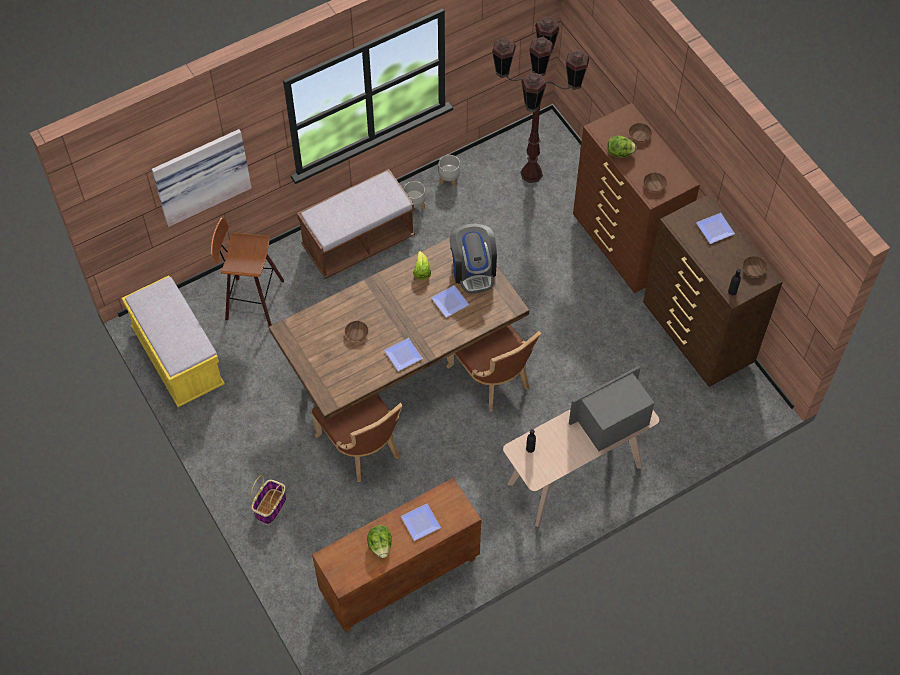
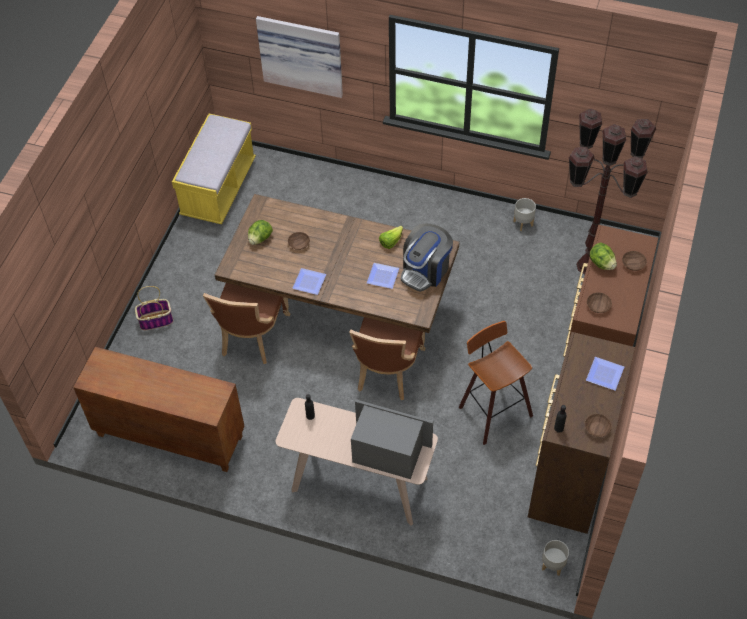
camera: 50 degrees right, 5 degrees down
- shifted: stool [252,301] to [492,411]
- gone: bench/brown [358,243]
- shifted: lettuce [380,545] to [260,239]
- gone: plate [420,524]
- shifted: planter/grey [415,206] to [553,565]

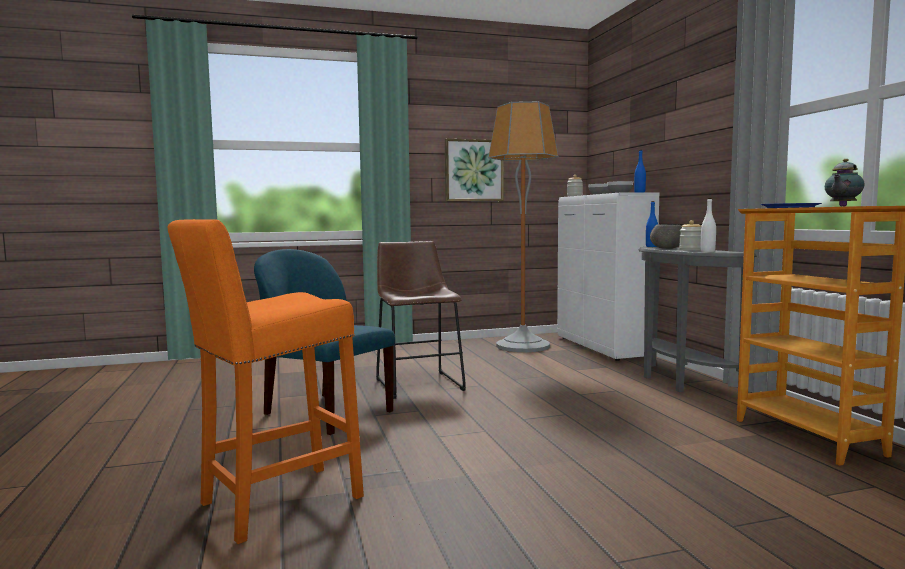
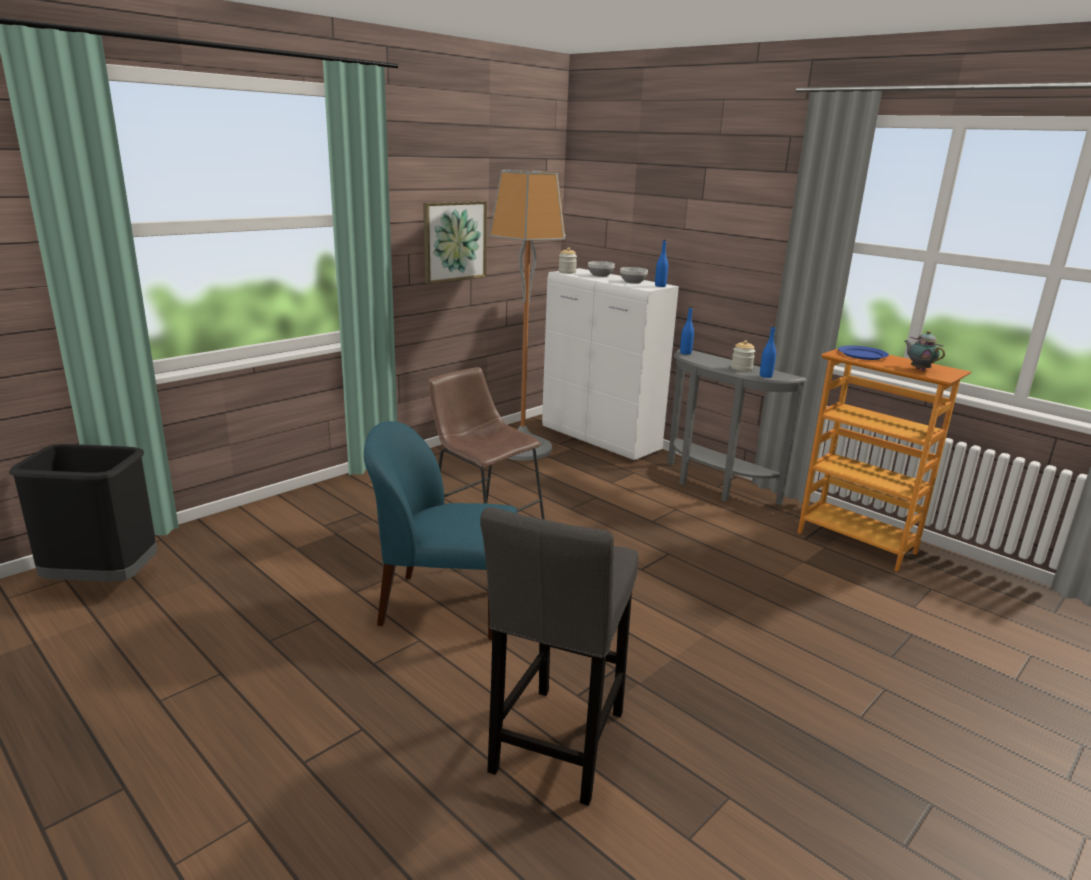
camera: 30 degrees left, 15 degrees up
- repainted: stool/orange [274,503] to stool/grey [556,748]
- gone: bowl/grey [667,248]
- repainted: bottle/white [707,251] to bottle/blue [765,376]
- rotated: teapot [841,206] = [919,369] 135 degrees clockwise
- new: trash can/black [102,581]

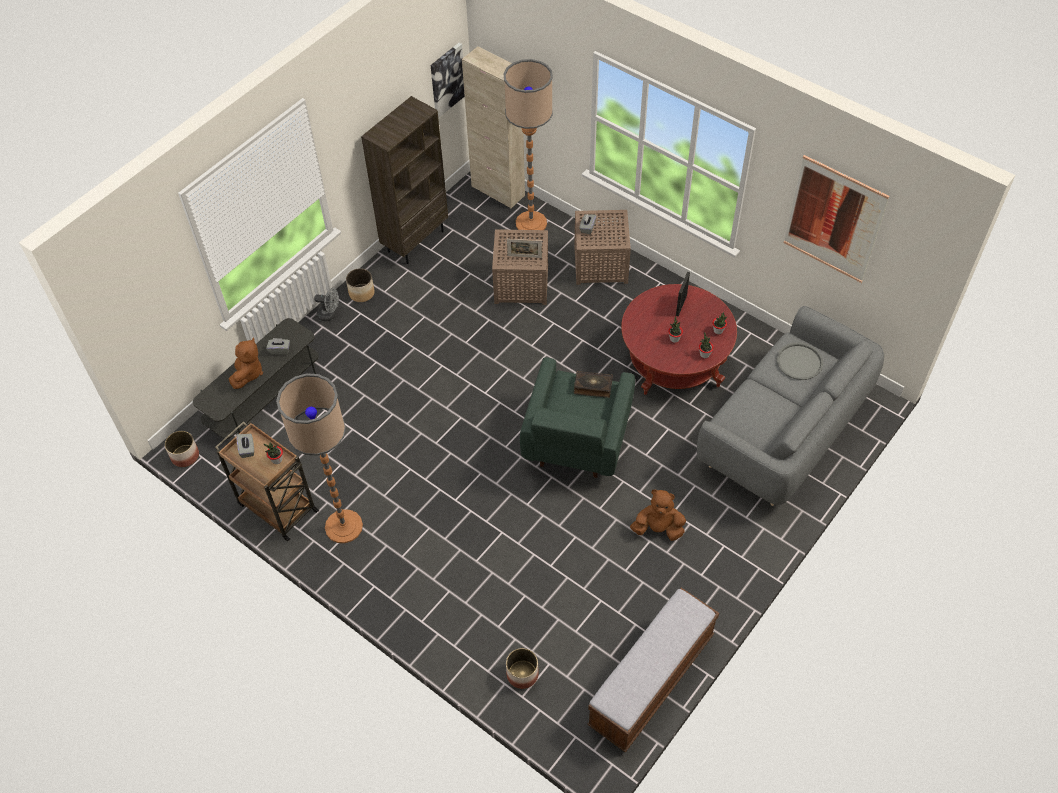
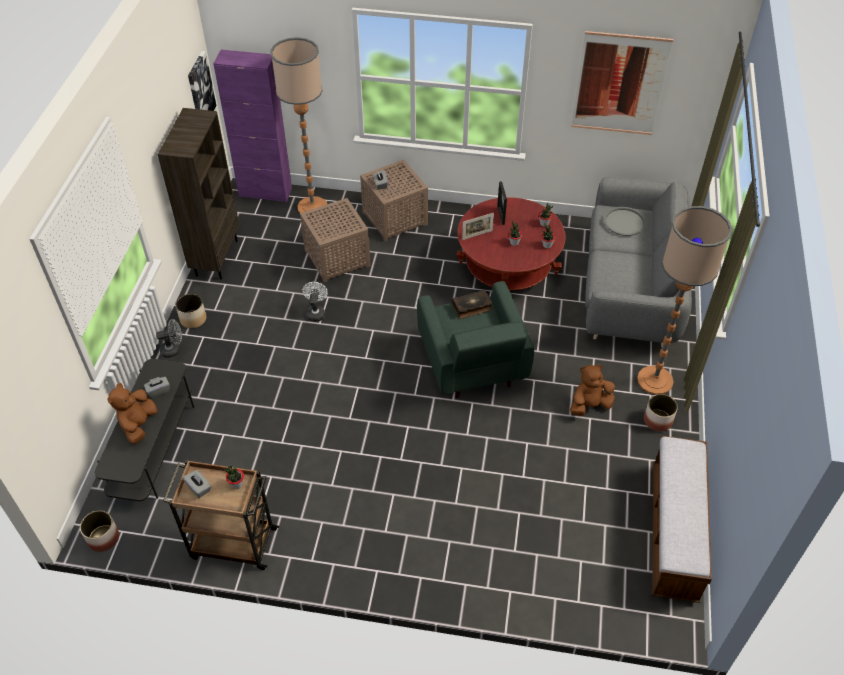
camera: 30 degrees left, 5 degrees down
- rotated: plush toy/brown [247,373] = [138,425] 150 degrees counterclockwise
- shifted: floor lamp [344,527] to [655,380]
- repainted: cabinet/beige [498,191] to cabinet/purple [265,192]
- shifted: planter [522,674] to [657,420]
- shifted: picture frame [524,256] to [477,235]
- new: fan/white [316,312]

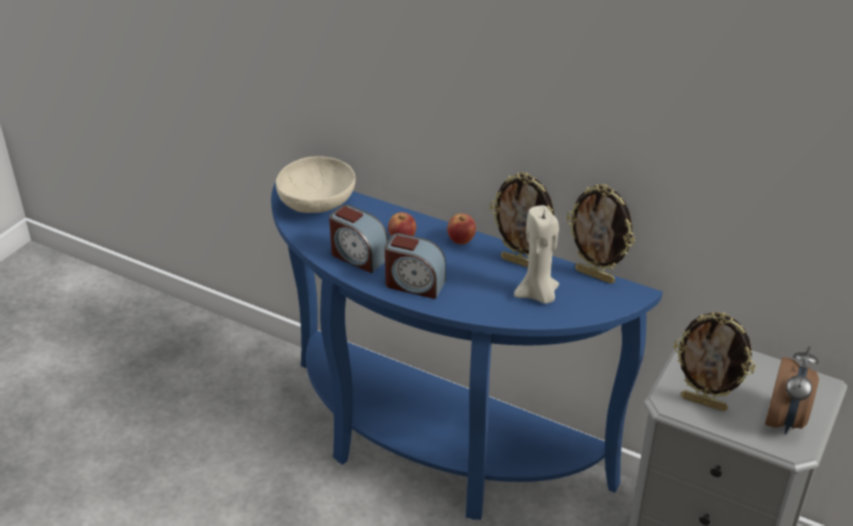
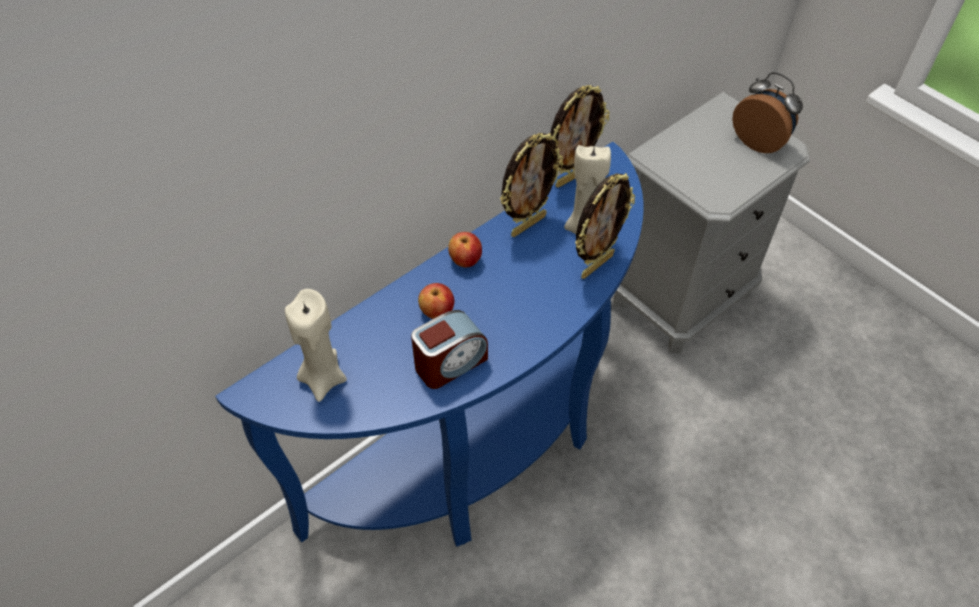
camera: 70 degrees left, 15 degrees up
- swapped: bowl/beige [318,205] to candle/beige [323,378]
- gone: alarm clock [414,284]
- shifted: picture frame [704,402] to [596,265]

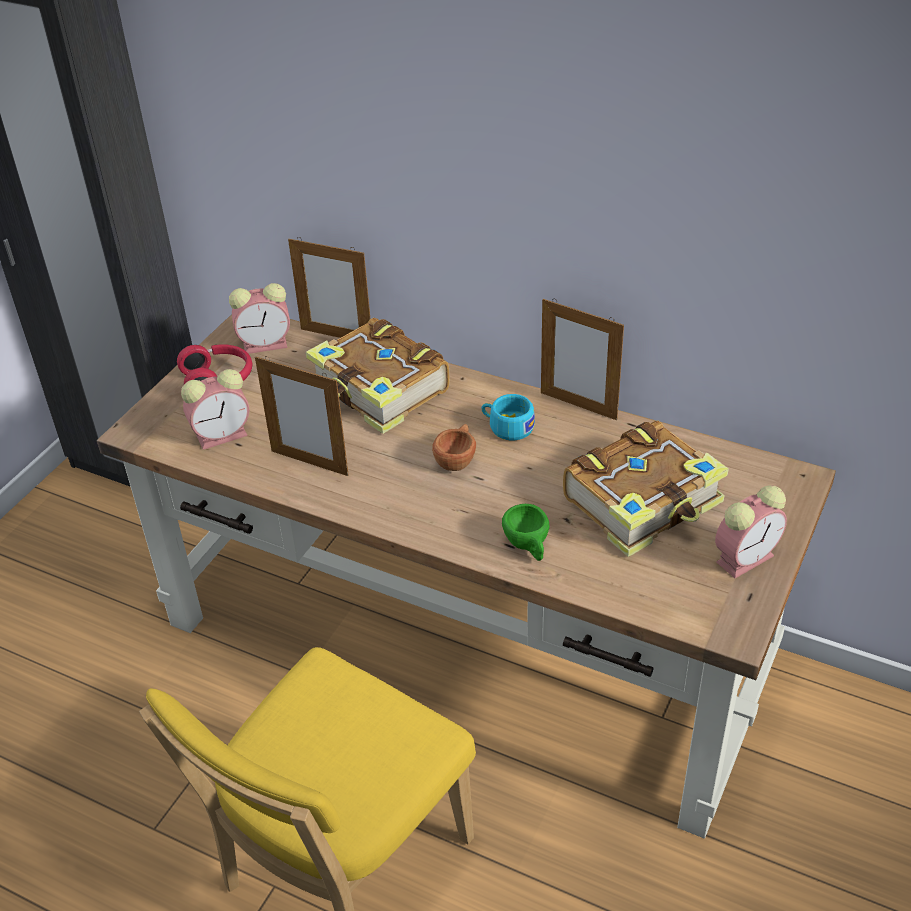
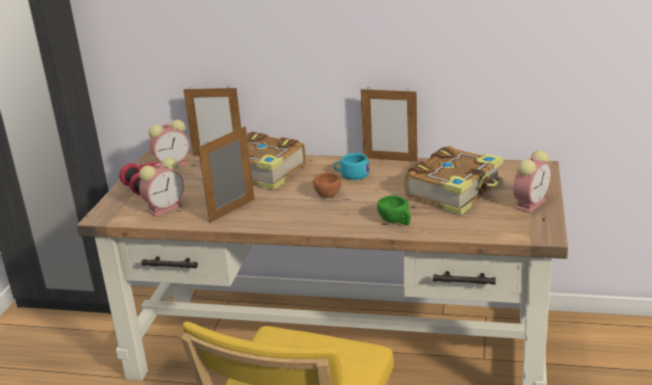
camera: 15 degrees left, 15 degrees down
- rotated: picture frame [309,463] = [232,210] 120 degrees clockwise

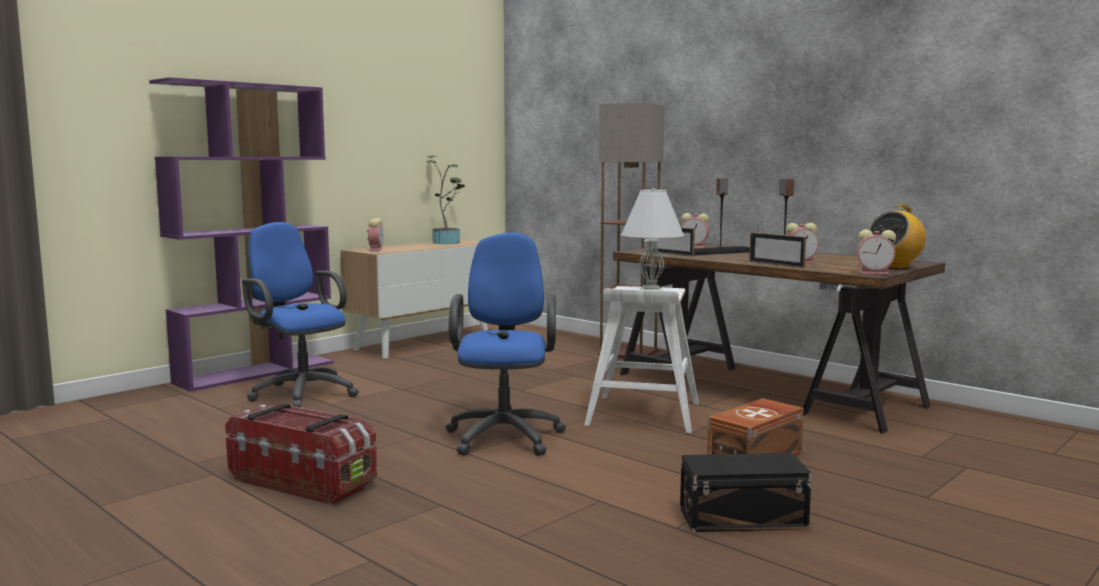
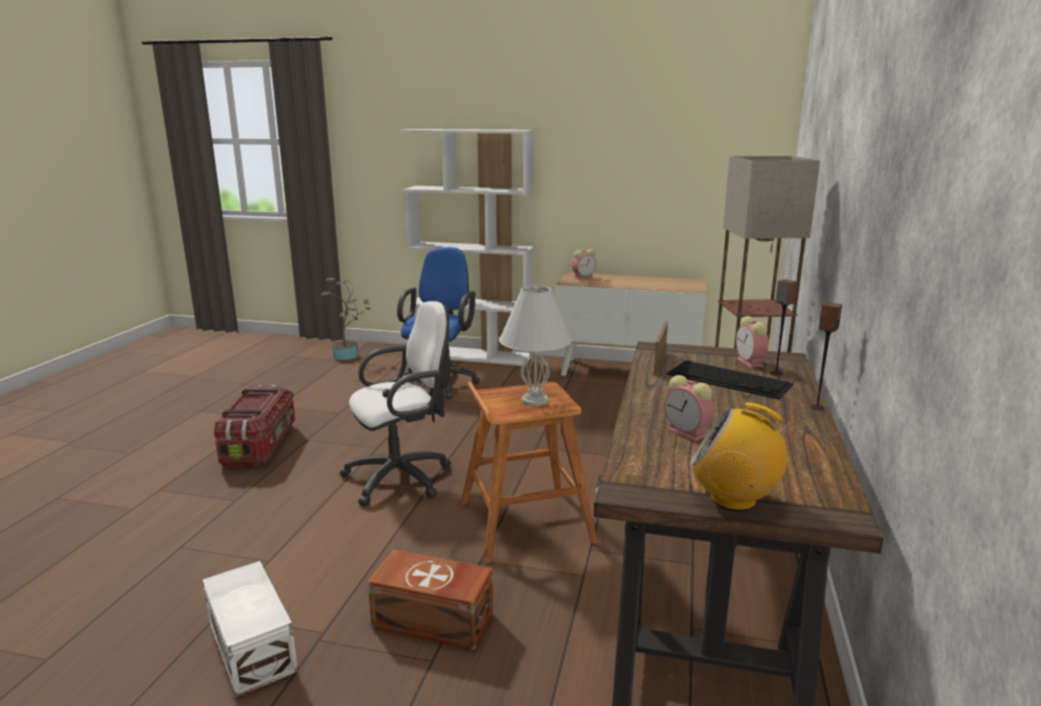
camera: 60 degrees right, 10 degrees up
- repainted: bookcase/purple [256,372] to bookcase/white [473,355]
- shifted: potted plant [448,242] to [349,356]
- repainted: office chair/blue [505,435] to office chair/white [403,477]
- repainted: stool/white [643,414] to stool/brown [523,521]
- repainted: storage box/black [740,517] to storage box/white [253,645]
- gone: picture frame [776,264]
- gone: alarm clock [875,273]

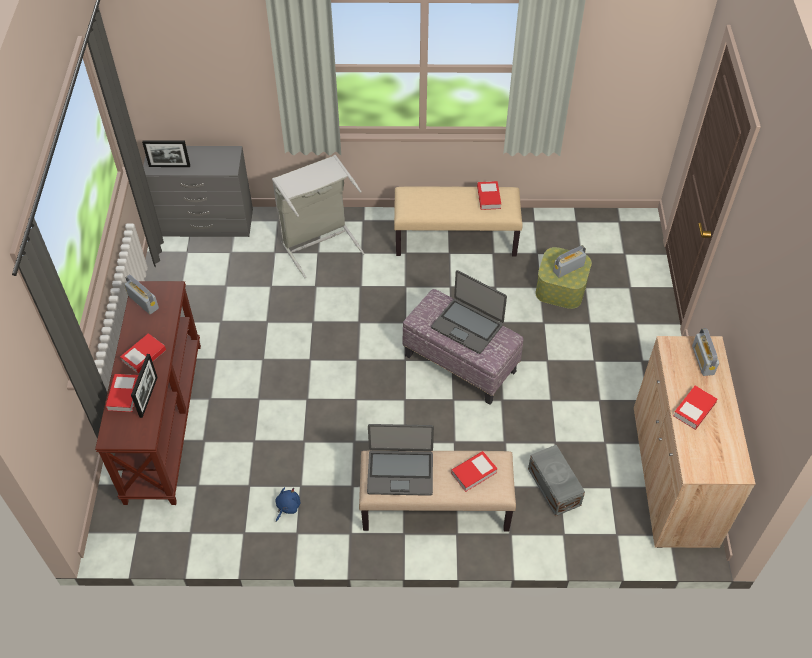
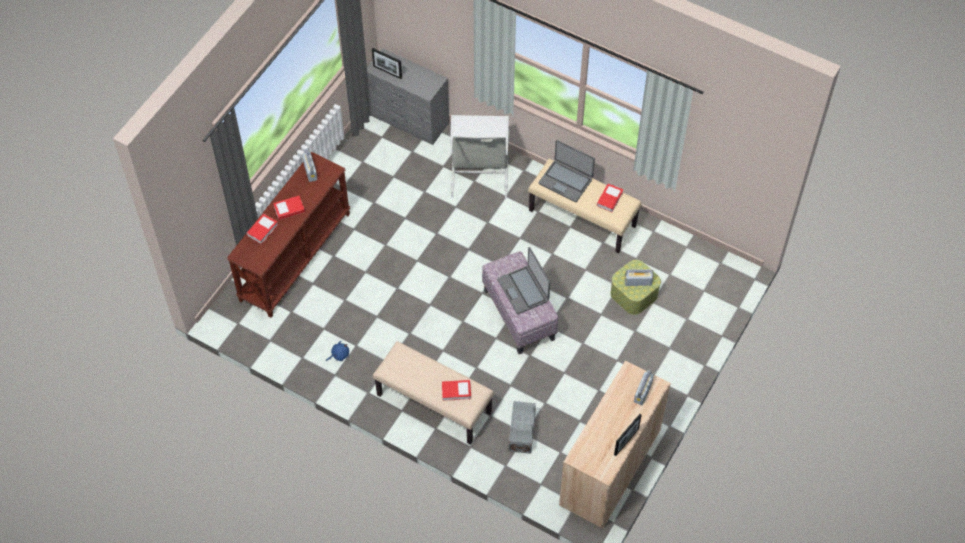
camera: 30 degrees right, 5 degrees up
- shifted: picture frame [148,397] to [626,441]
- shifted: laptop [400,472] to [565,181]
- gone: book [694,409]

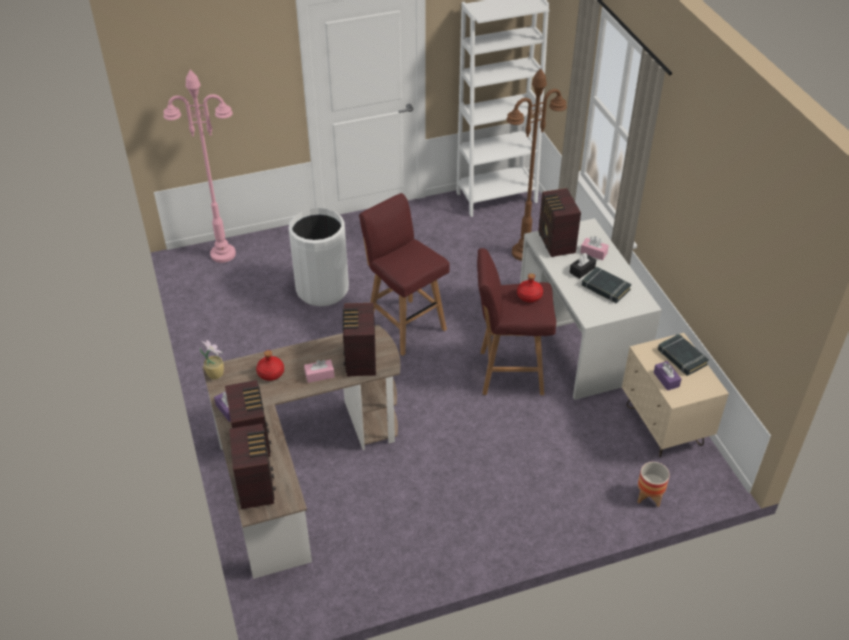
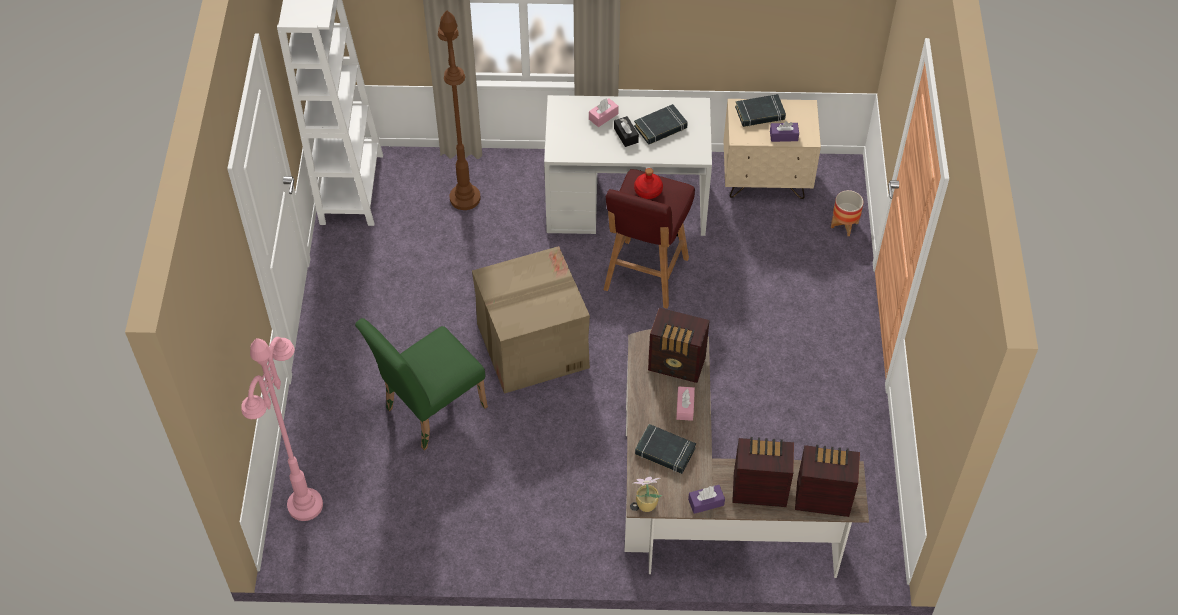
camera: 70 degrees left, 10 degrees up
- swapped: bottle/red [270,373] to book/black [665,451]
- swapped: trash can/white [322,289] to chair/green [429,411]
- swapped: stool/red [405,325] to cardboard box [531,346]
- gone: radio [556,243]

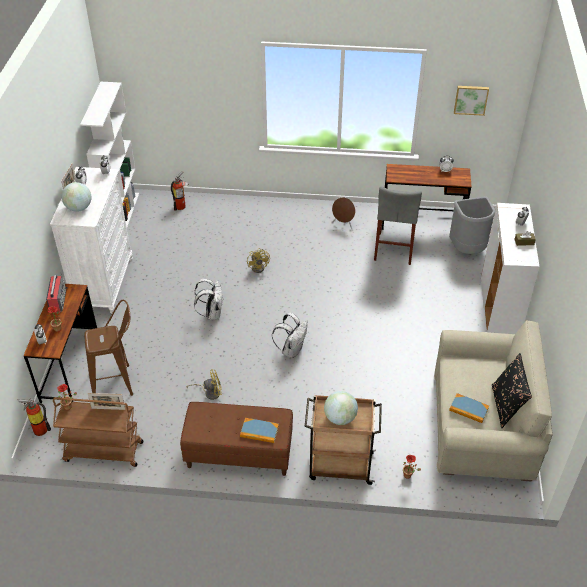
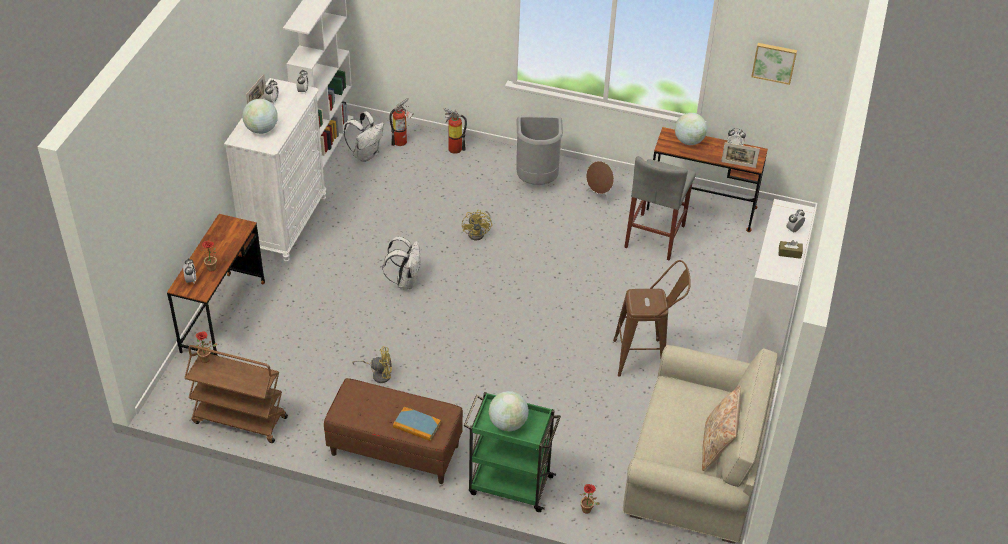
camera: 10 degrees right, 0 degrees up
- shifted: fire extinguisher [39,429] to [453,148]
- gone: radio [58,300]
- shifted: stool/brown [117,382] to [645,358]
- shifted: picture frame [108,409] to [738,164]
- shifted: backpack/white [291,350] to [366,154]
- repainted: cart/brown [339,466] to cart/green [509,485]
- shifted: trash can/grey [467,250] to [536,180]
- gone: book [468,409]
- repainted: pillow/black [506,406] to pillow/beige [717,447]
- new: globe [688,141]

